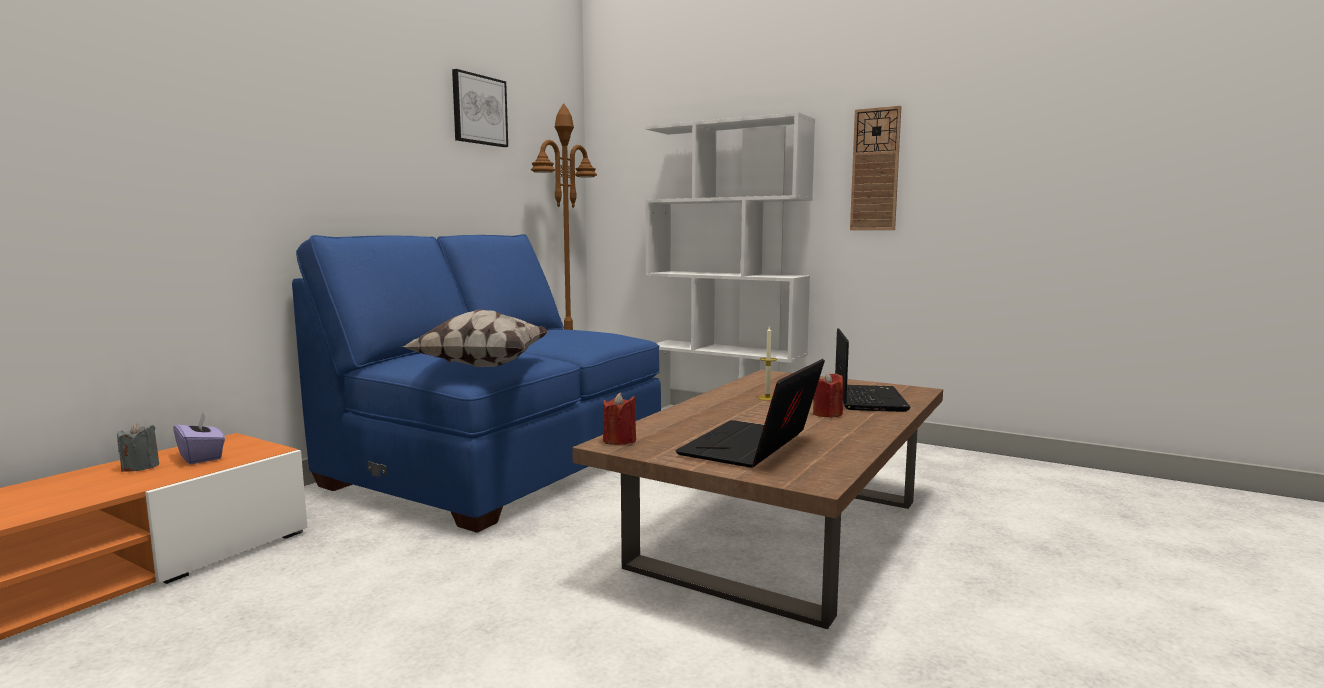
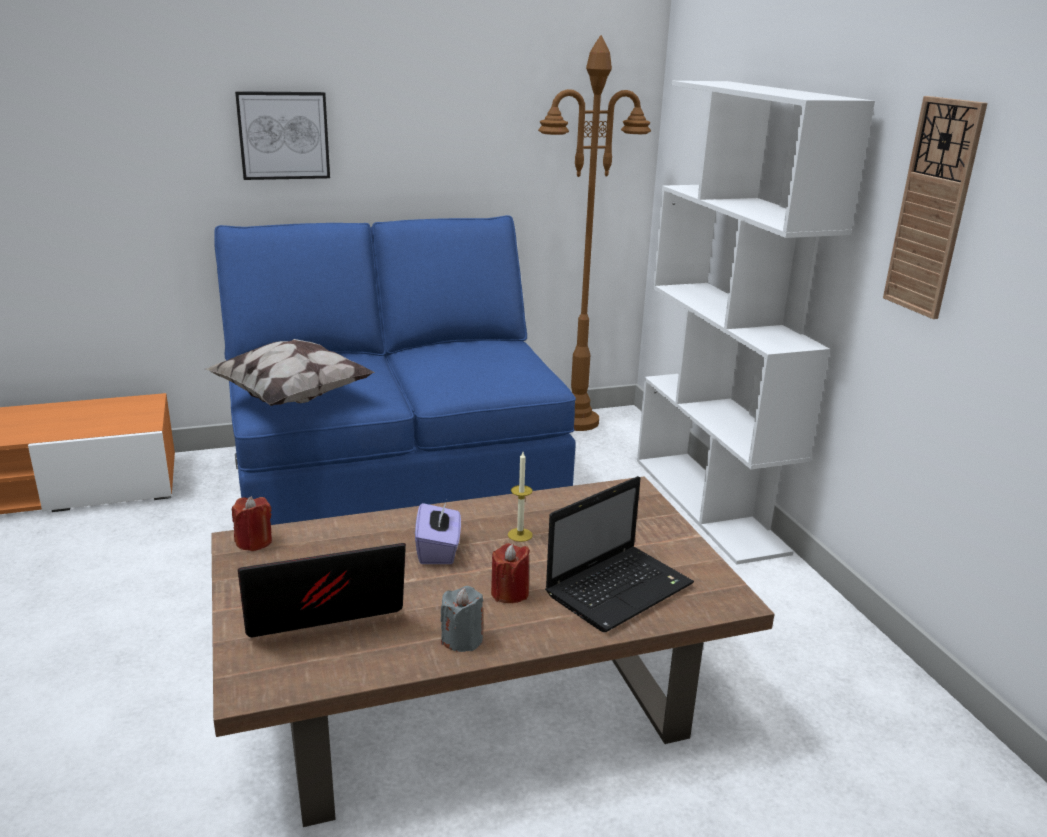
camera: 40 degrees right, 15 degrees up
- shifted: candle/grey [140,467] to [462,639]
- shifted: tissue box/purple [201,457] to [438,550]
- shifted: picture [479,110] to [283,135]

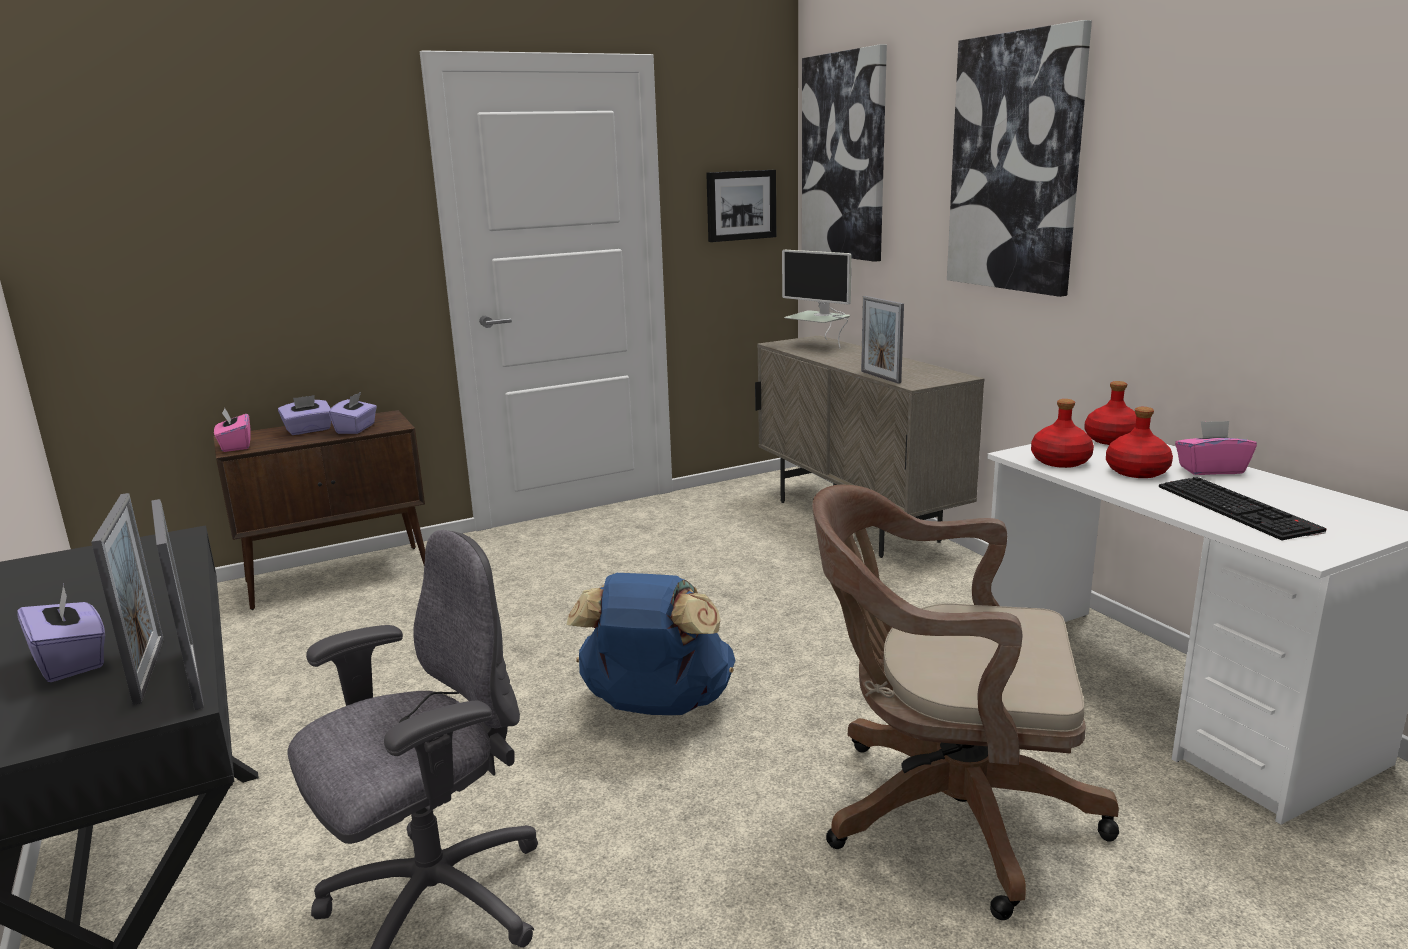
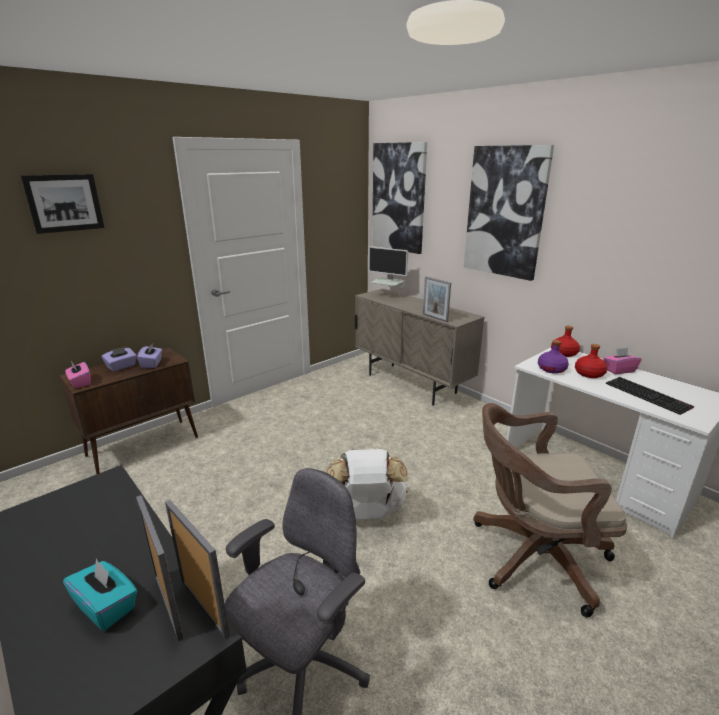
camera: 15 degrees left, 5 degrees up
- repainted: tissue box/purple [71,661] to tissue box/turquoise [106,606]
- repainted: backpack/blue [656,707] to backpack/white [364,513]
- shifted: picture [740,205] to [64,203]
- repainted: bottle/red [1061,461] to bottle/purple [551,369]

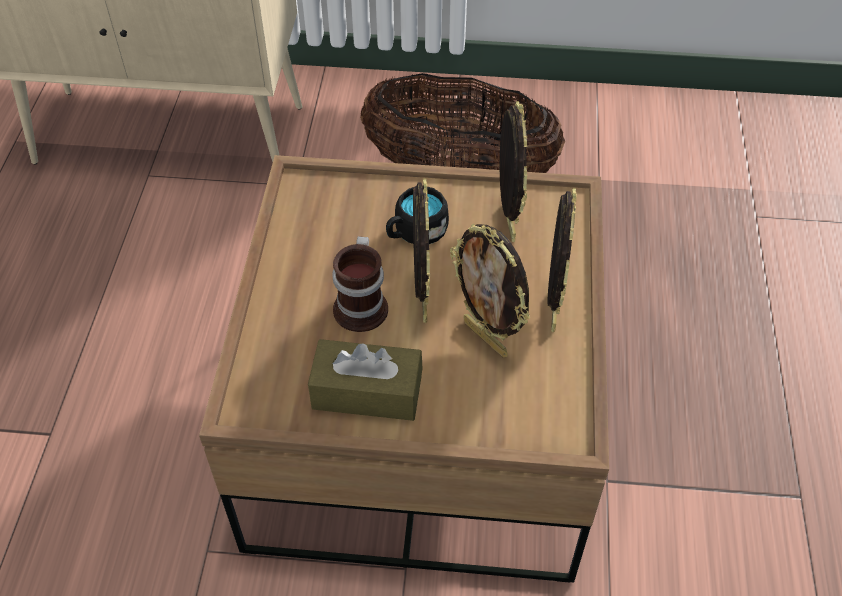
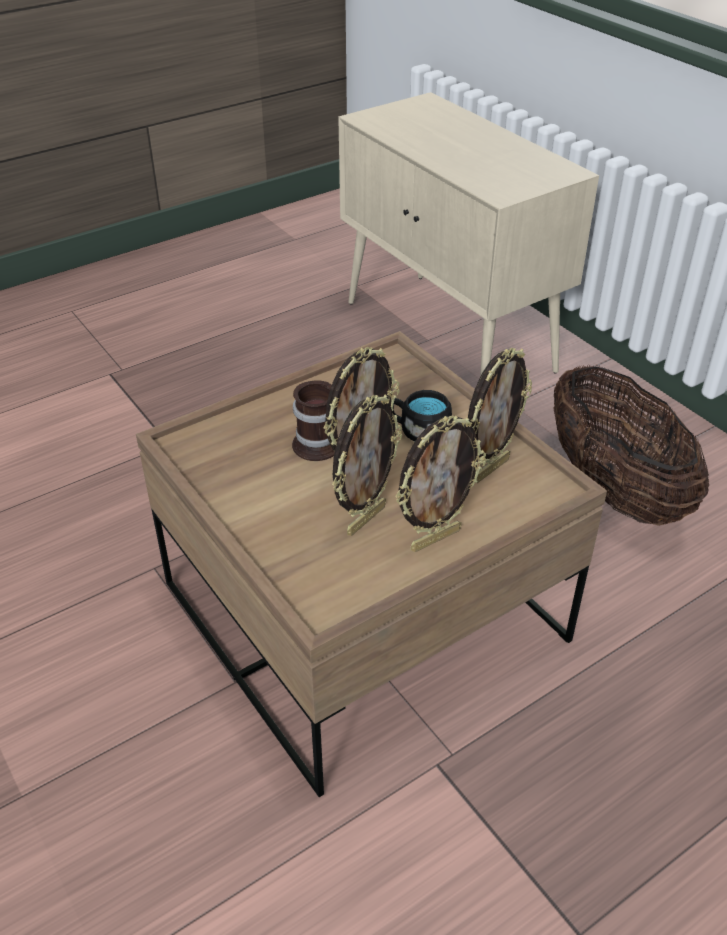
camera: 50 degrees right, 10 degrees down
- gone: tissue box/brown [367,392]
- rotated: picture frame [487,338] = [365,519] 150 degrees counterclockwise

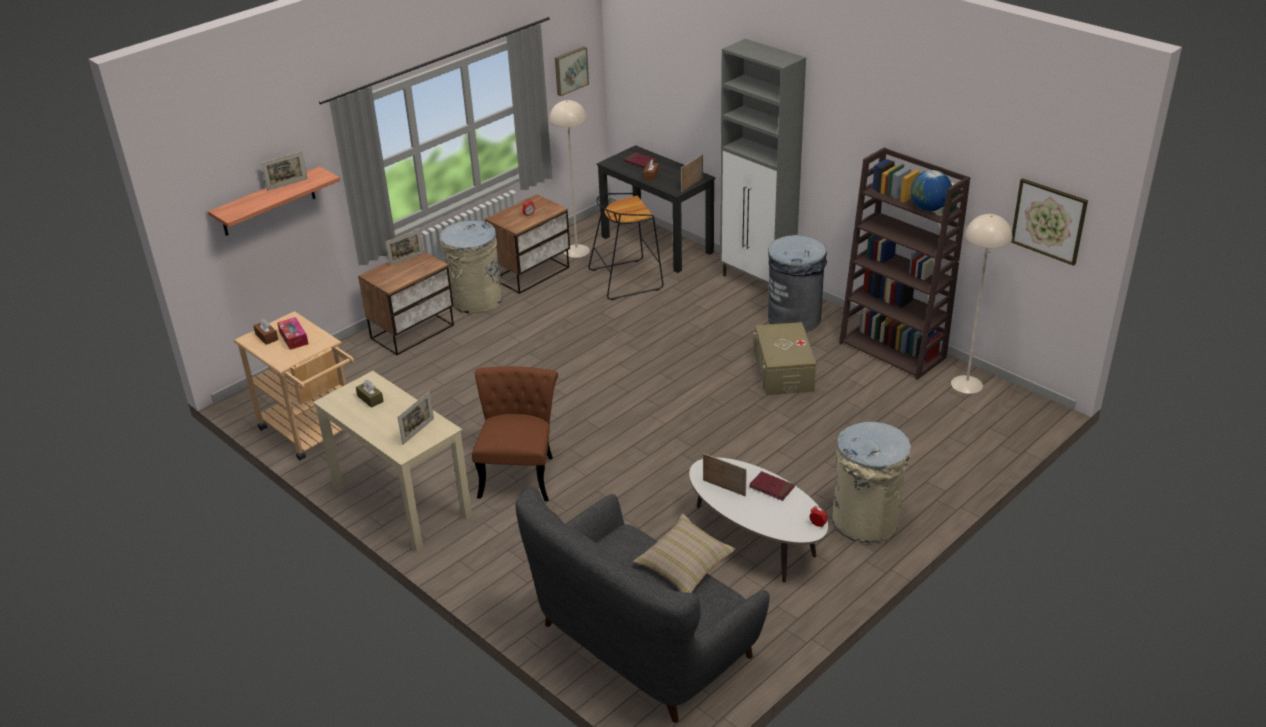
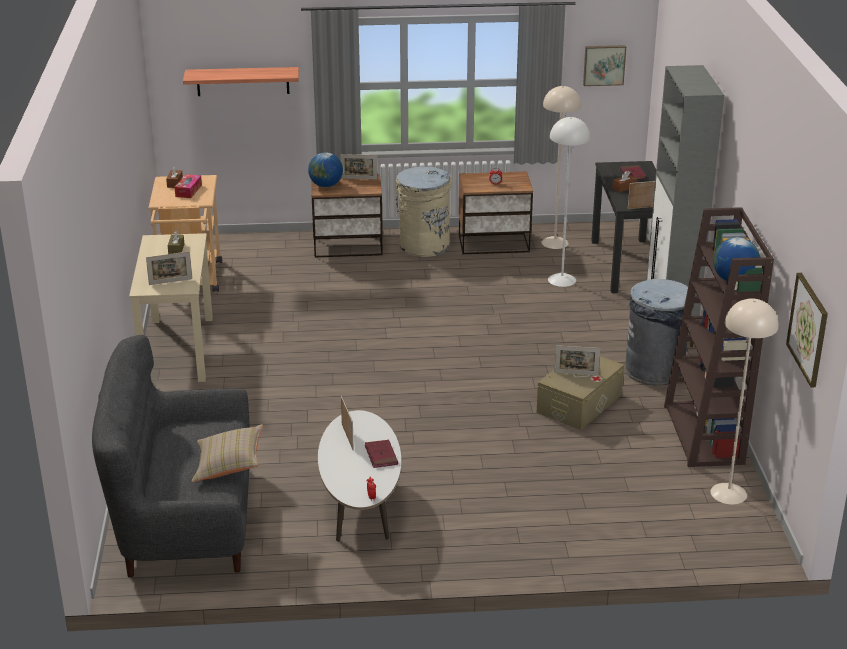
camera: 40 degrees right, 5 degrees down
- shifted: picture frame [287,184] to [576,374]
- gone: chair/brown [519,472]
- swapped: stool/black [626,279] to floor lamp/white [561,279]
- gone: trash can/beige [866,521]
- new: globe [326,185]

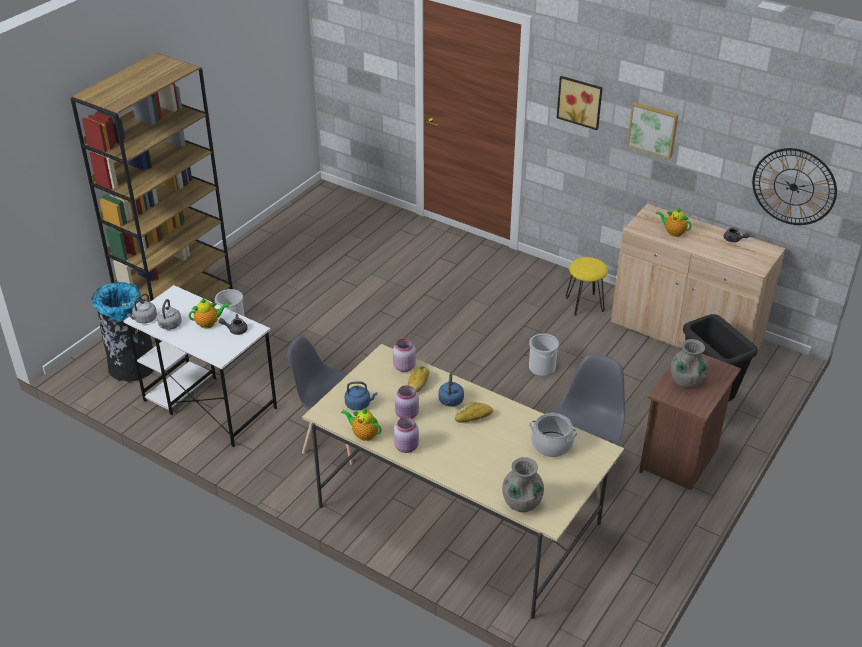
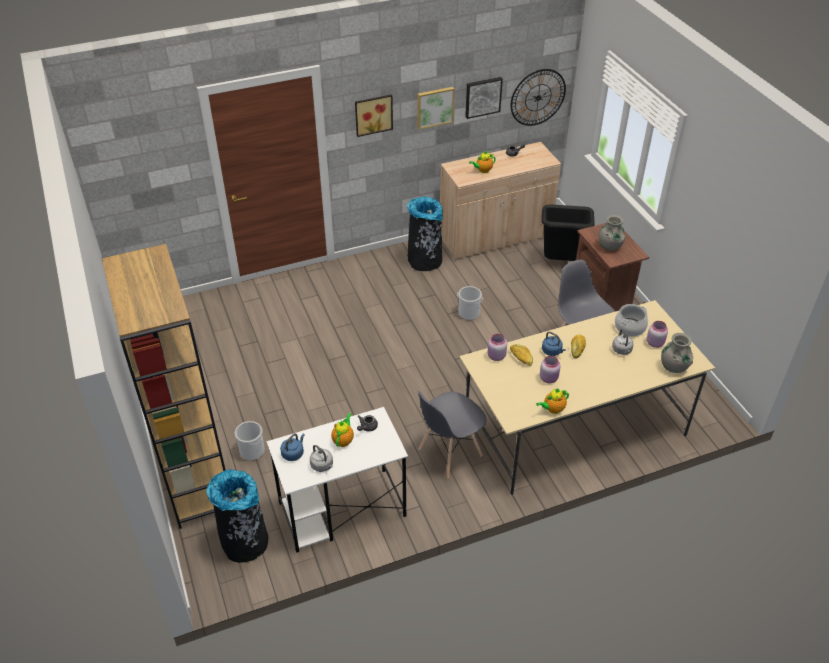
camera: 55 degrees left, 5 degrees up
- shifted: kettle/grey [144,319] to [622,350]
- shifted: kettle/blue [359,404] to [293,453]
- shifted: jar/pink [407,447] to [655,343]
- swapped: stool/yellow [584,304] to trash can/black [424,261]
- new: picture [482,96]

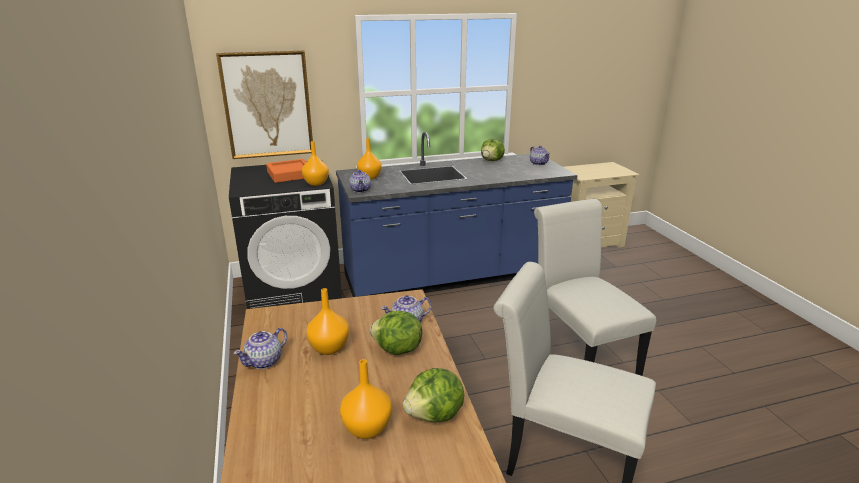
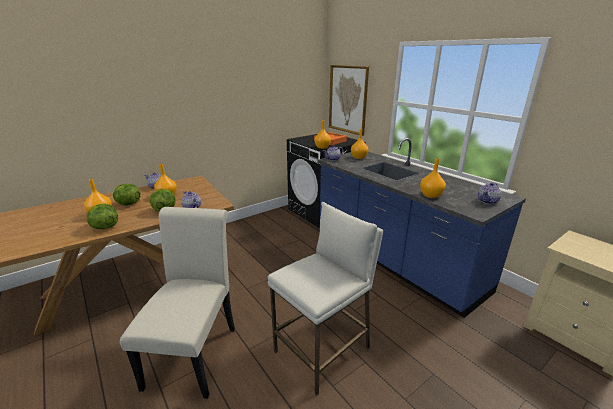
camera: 70 degrees right, 0 degrees up
- shifted: lettuce [492,161] to [128,204]
- swapped: chair/white [579,357] to stool/white [323,350]
- new: vase/orange [431,195]

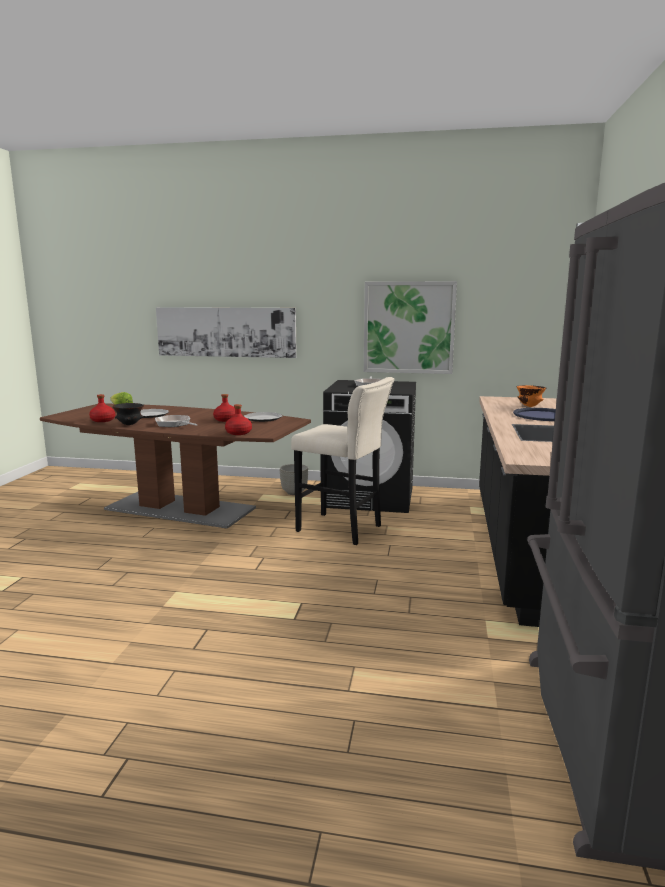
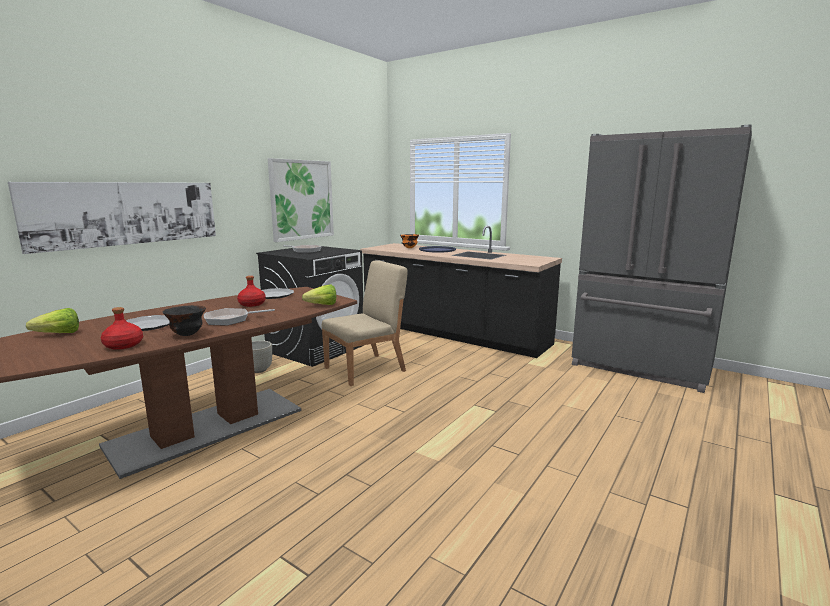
camera: 65 degrees left, 0 degrees up
- swapped: bottle/red [238,433] to lettuce [319,305]
- swapped: stool/beige [342,529] to chair/beige [366,369]

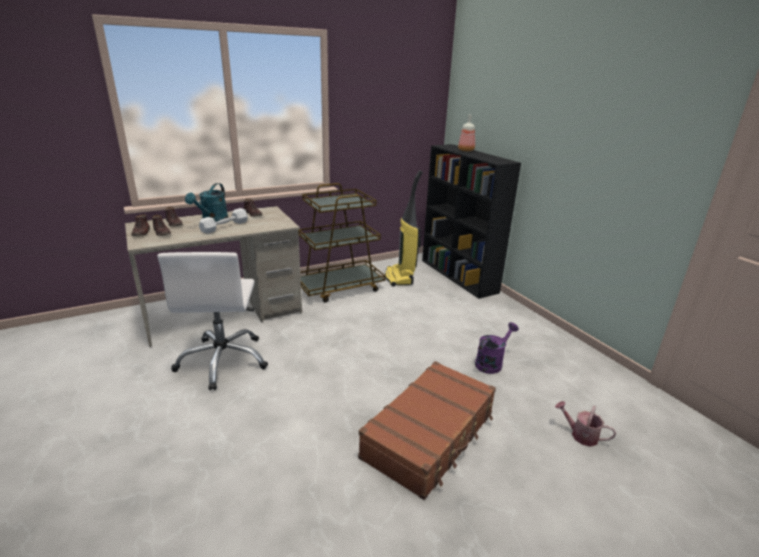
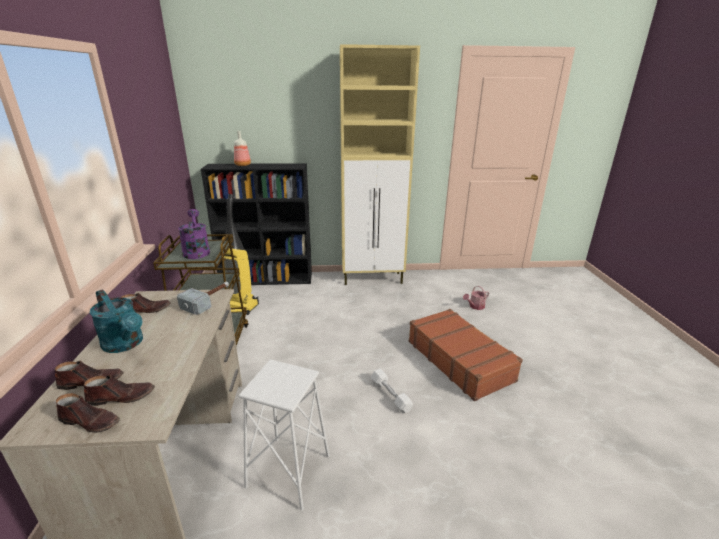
camera: 65 degrees left, 0 degrees up
- swapped: office chair/white [223,361] to stool/white [288,472]
- shifted: dumbbell/white [225,227] to [390,395]
- shifted: watering can/purple [491,363] to [196,251]
- new: hammer [208,301]
- new: cabinet/beige [373,278]

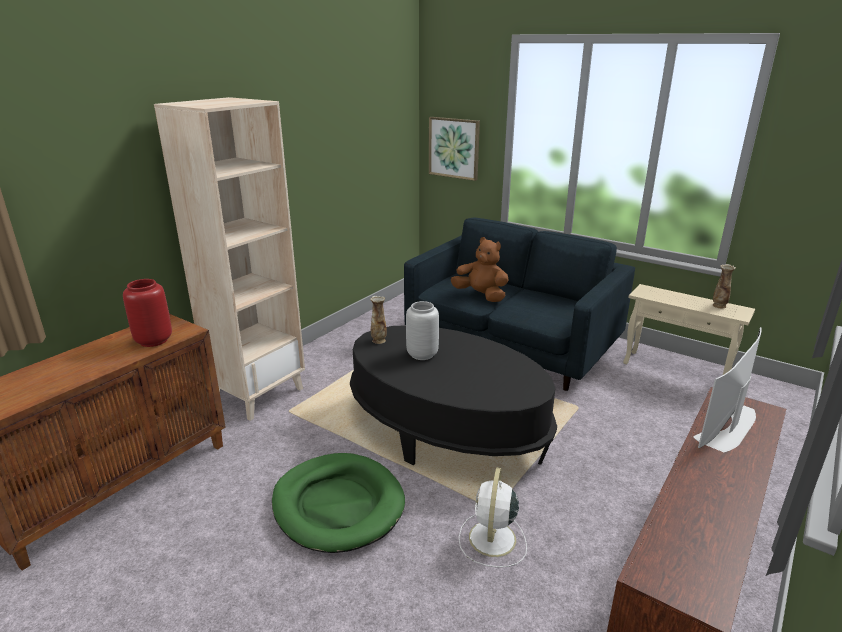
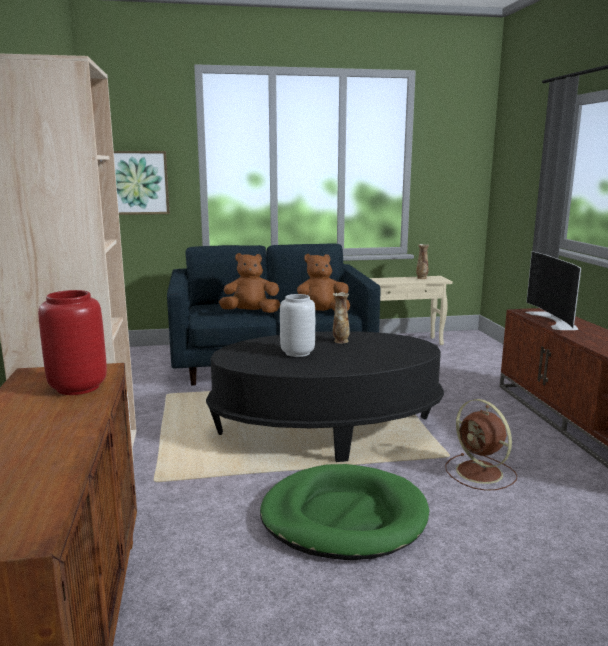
camera: 45 degrees left, 10 degrees down
- shifted: vase [379,340] to [340,341]
- repainted: fan/white [492,540] to fan/brown [481,473]
- new: plush toy/brown [321,314]

